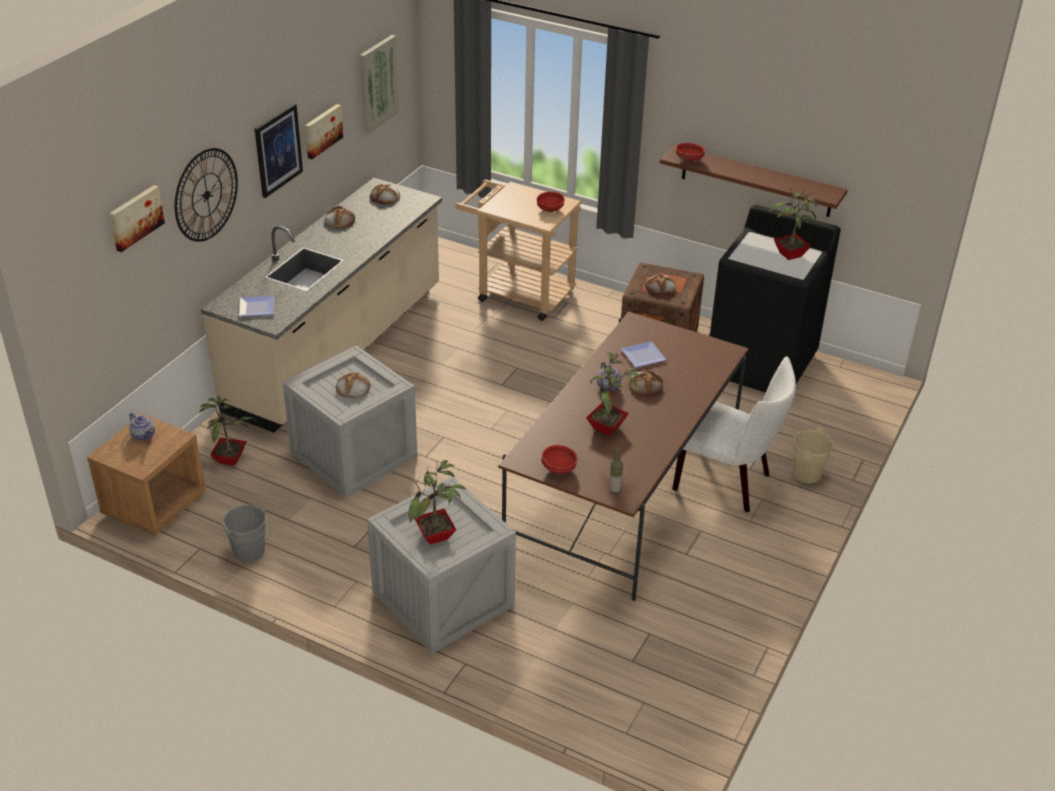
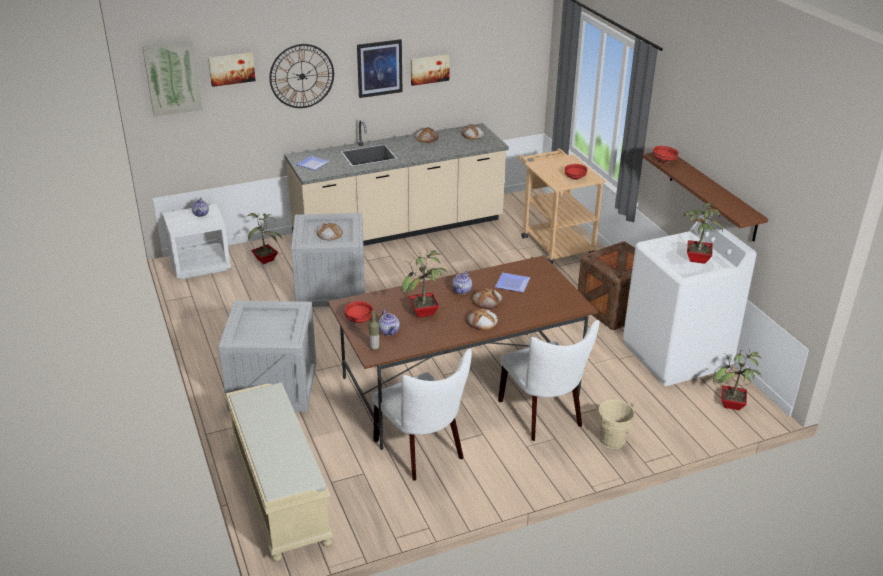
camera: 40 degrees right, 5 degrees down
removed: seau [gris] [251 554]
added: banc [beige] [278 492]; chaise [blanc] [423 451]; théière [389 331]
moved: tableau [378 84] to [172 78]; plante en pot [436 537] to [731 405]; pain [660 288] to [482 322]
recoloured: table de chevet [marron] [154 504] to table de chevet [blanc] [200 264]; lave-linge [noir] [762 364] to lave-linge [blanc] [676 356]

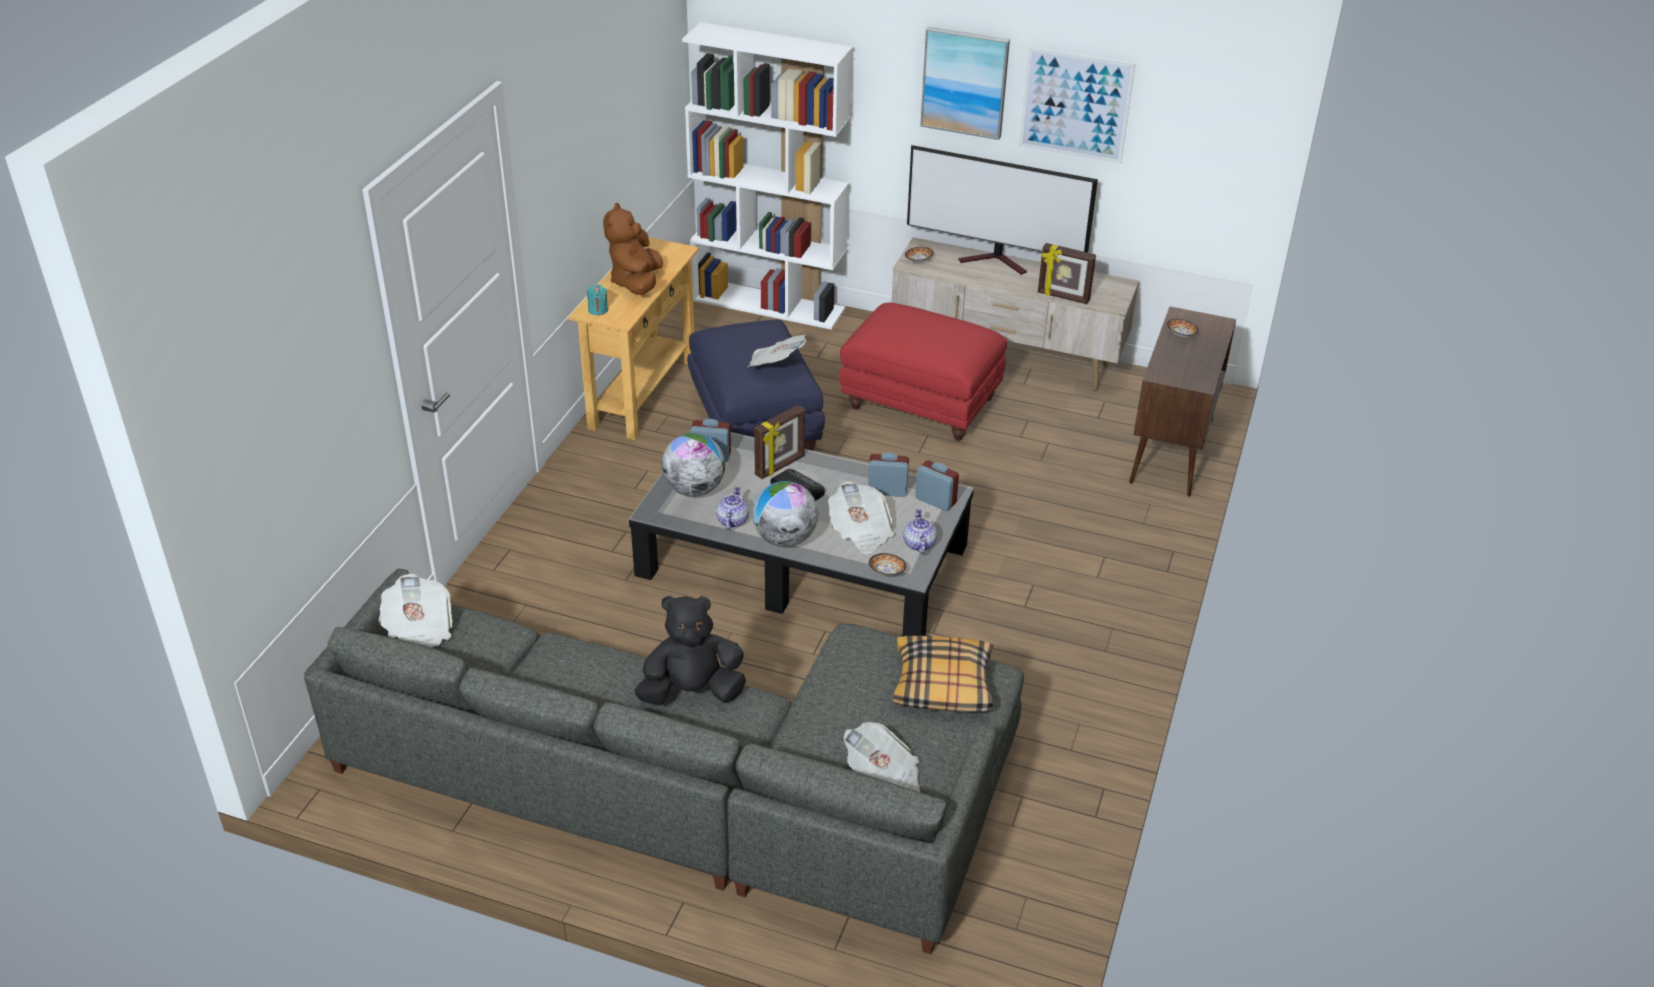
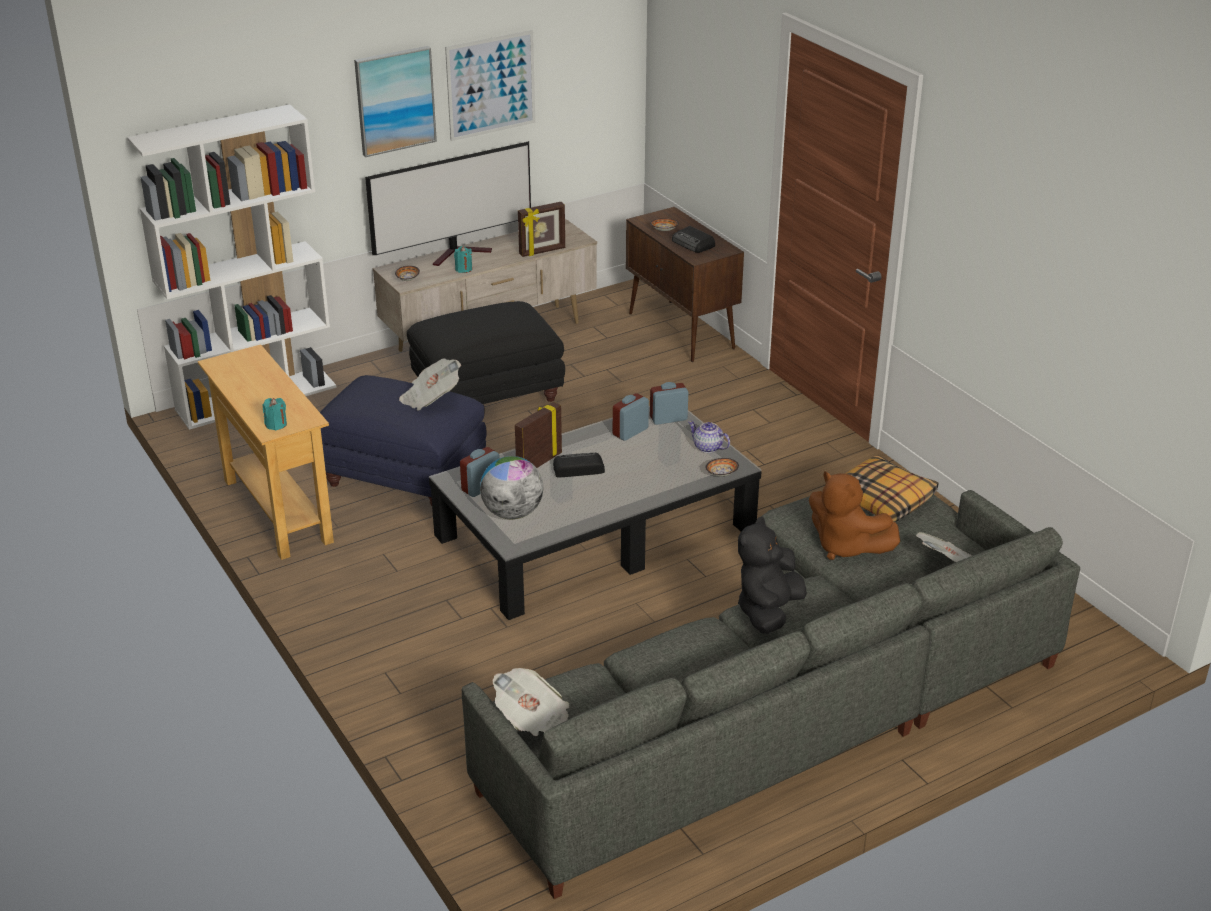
camera: 50 degrees left, 5 degrees down
removed: théière [732 521]; globe [785 539]; journal [860 532]
added: bougie [turquoise] [463 269]; radio [693 244]
moved: peluche [marron] [636 283] to [845 546]
recoloured: pouf [rouge] [919 403] to pouf [noir] [486 396]
turned: cadre photo [780 466] = [538 462] 135 degrees counterclockwise

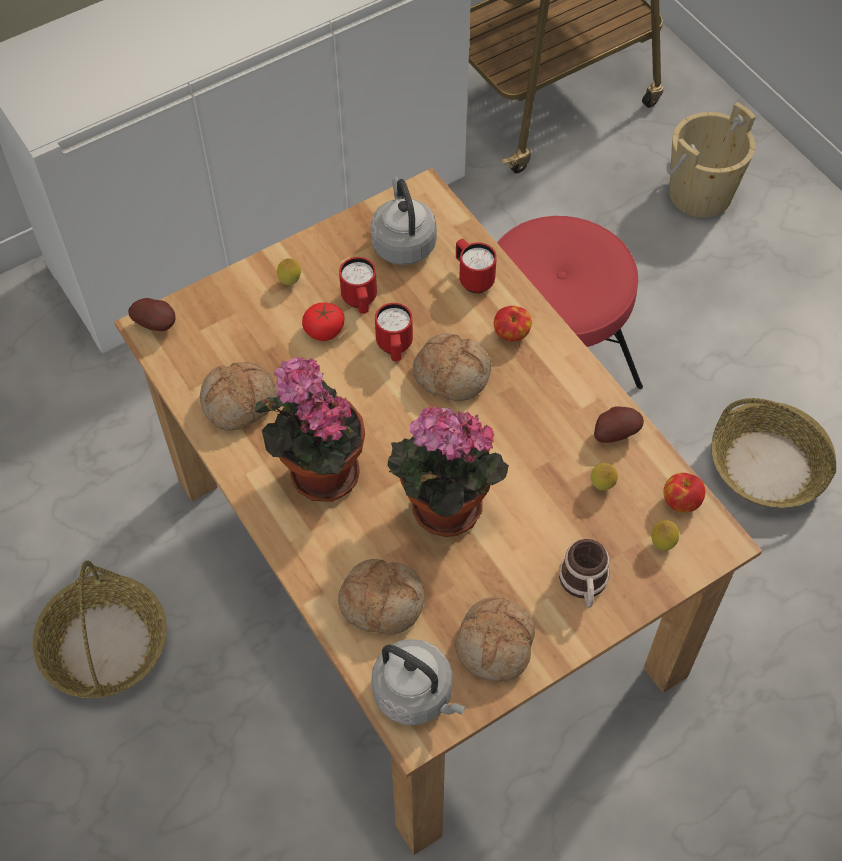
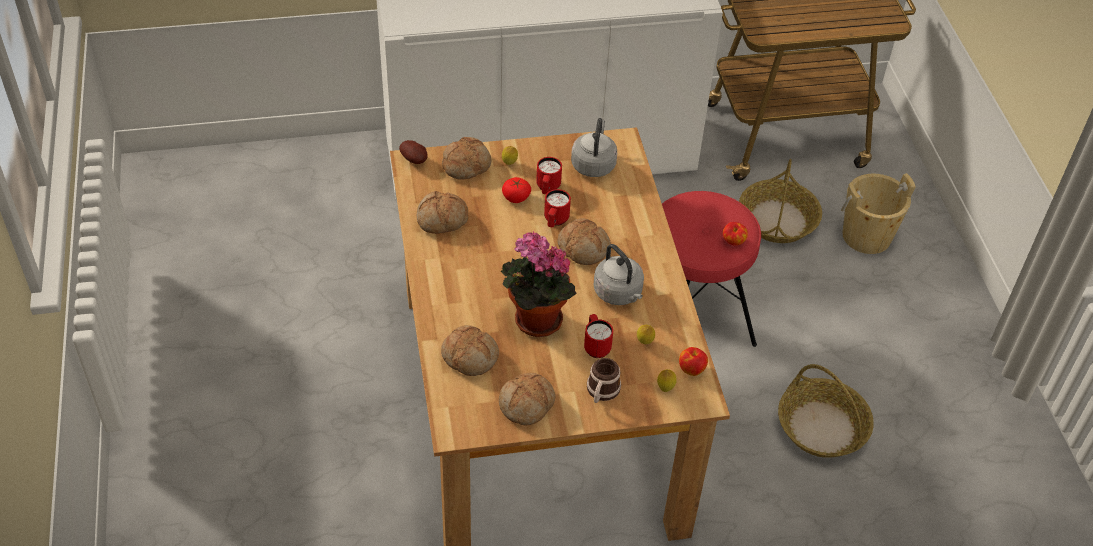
camera: 20 degrees right, 10 degrees down
removed: plante en pot [318 472]; pomme de terre [614 432]
added: pain [466 164]
moved: panier [104 644] to [777 220]; bouilloire [gris] [416 694] to [619 293]; mug [rouge] [473 278] to [596 346]; pomme [511 334] to [733 242]

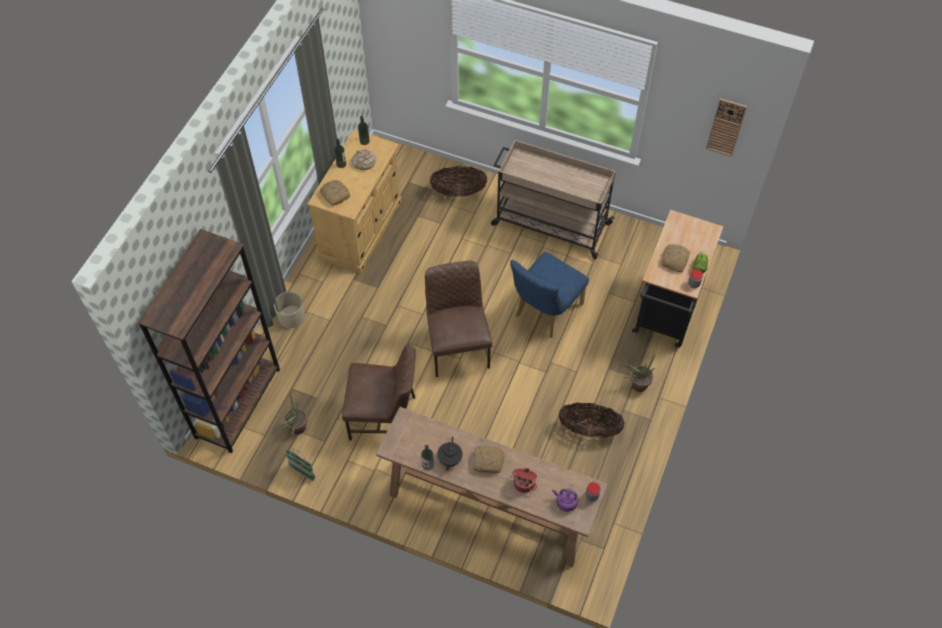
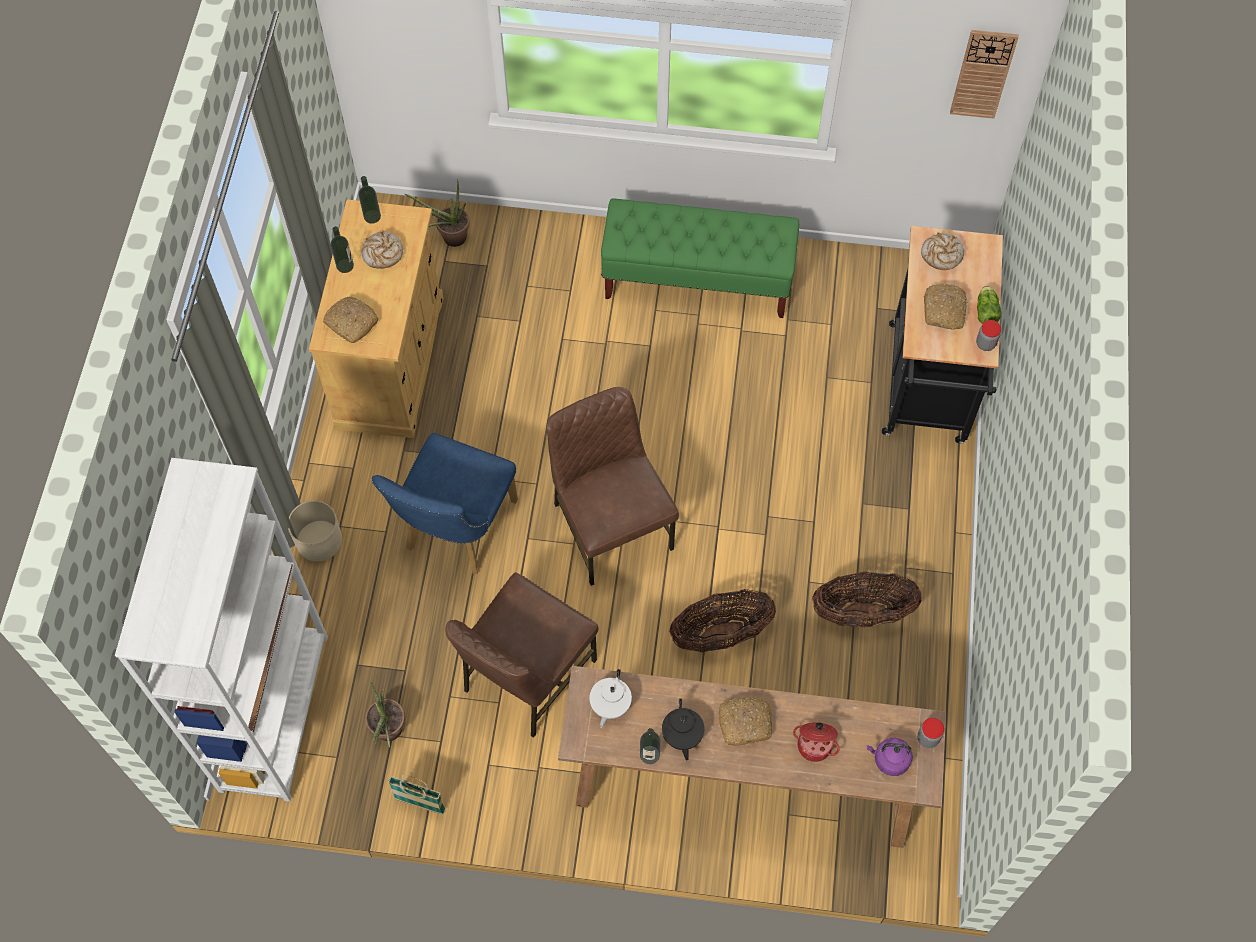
camera: 15 degrees left, 5 degrees up
added: théière [blanc] [610 705]; pain [941 255]
moved: panier [458 192] to [721 633]; chaise [bleu] [544 312] to [455 531]; plante en pot [635 385] to [449 238]
replaced: chariot [beige] [549 224] to banc [vert] [698 281]
recoloured: bibliothèque [marron] [238 403] to bibliothèque [blanc] [274 712]
turned: chaise [marron] [384 417] = [527 675] 135 degrees clockwise

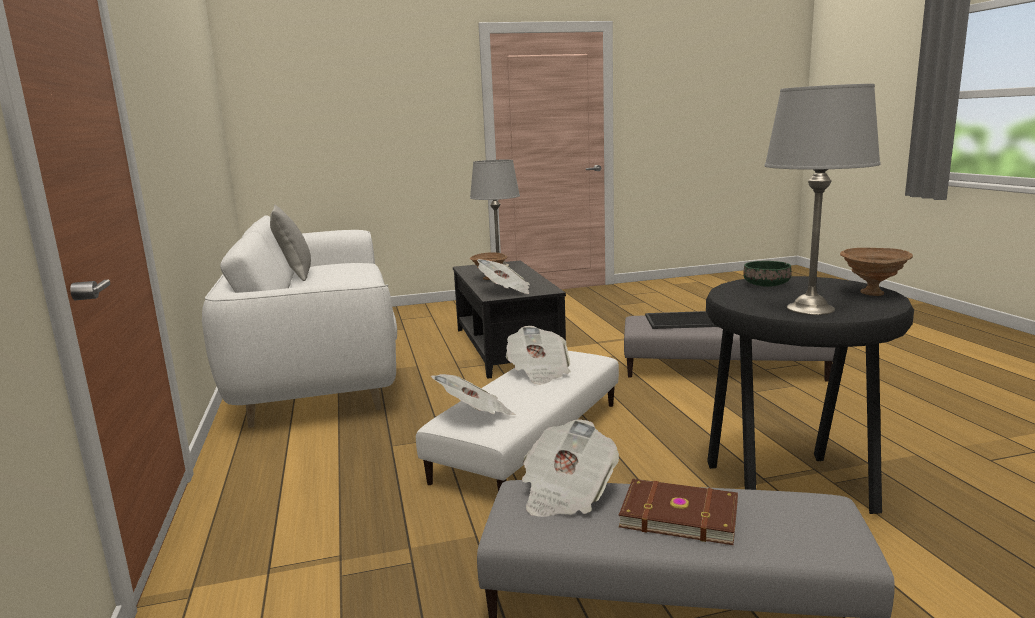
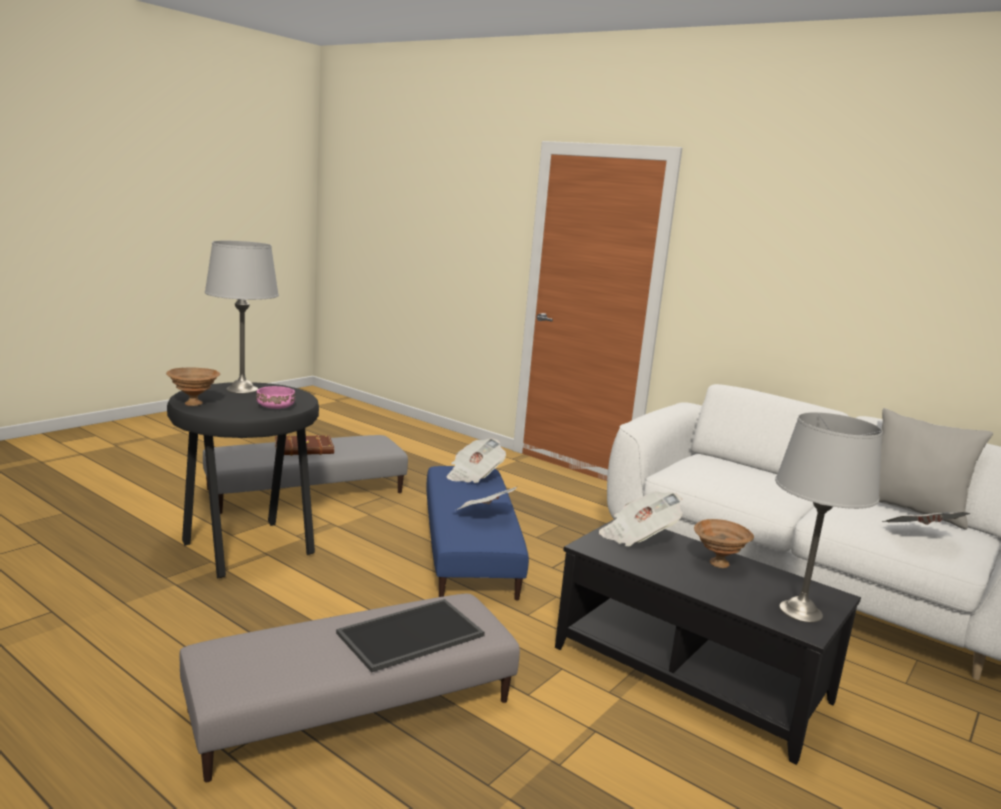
camera: 140 degrees right, 0 degrees up
moved: journal [566 493] to [919 536]
recoloured: pouf [blanc] [529 440] to pouf [bleu] [469 548]; bol [vert] [765 285] to bol [rose] [276 407]

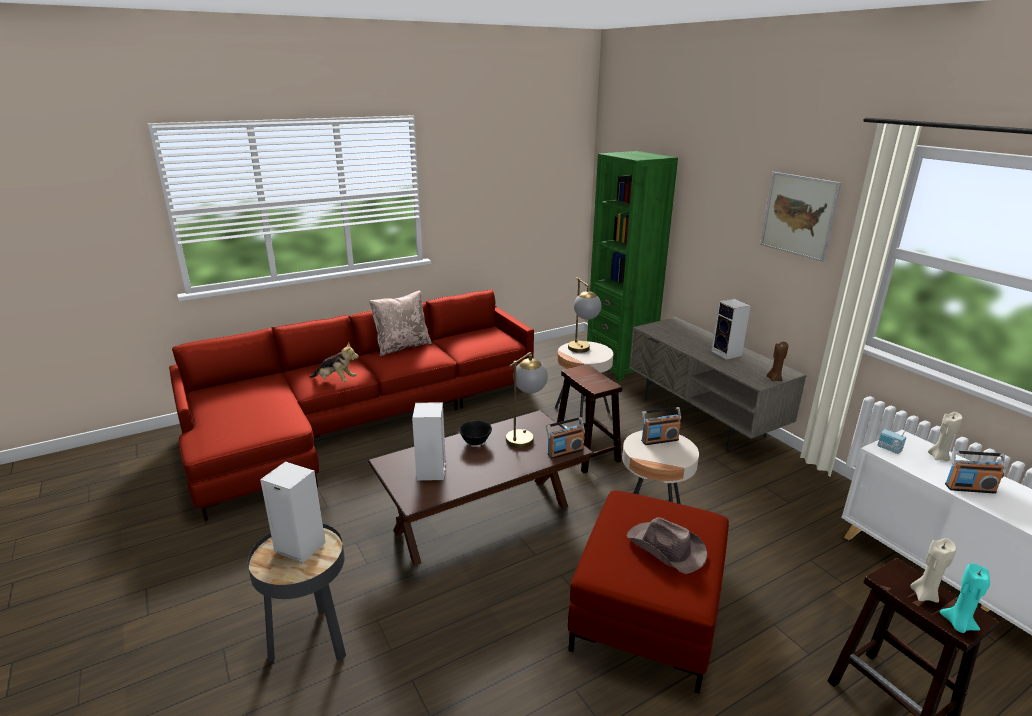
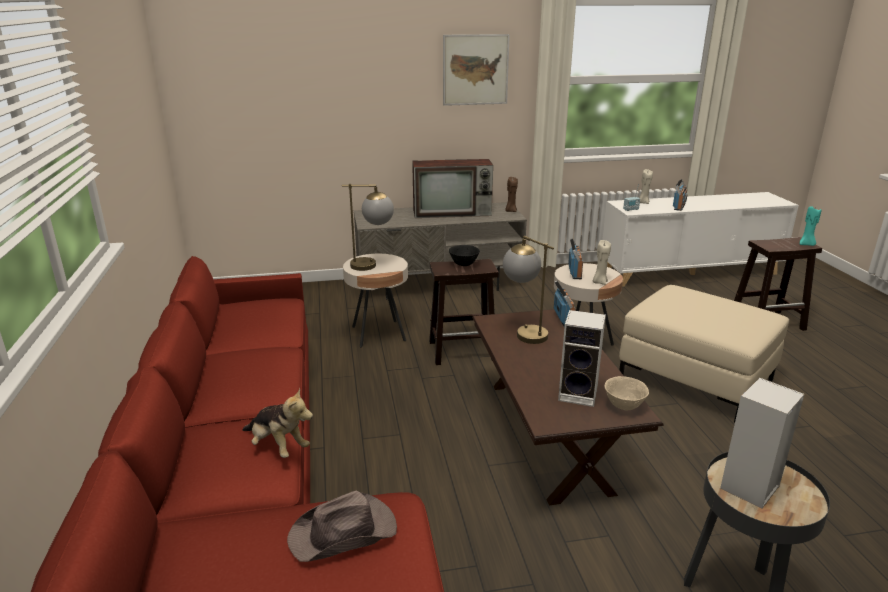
camera: 70 degrees left, 0 degrees up
removed: coussin [beige] [402 346]; bibliothèque [vert] [619 366]
added: bol [beige] [624 406]
moved: bol [noir] [476 442] to [464 264]; chapeau [marron] [666 548] to [344 533]; bougie [beige] [924 595] to [599 282]
replaced: enceinte [727 354] to téléviseur [453 212]
recoloured: pouf [rouge] [647 615] to pouf [beige] [696 378]
turned: peluche [335 381] = [278 446] 90 degrees clockwise

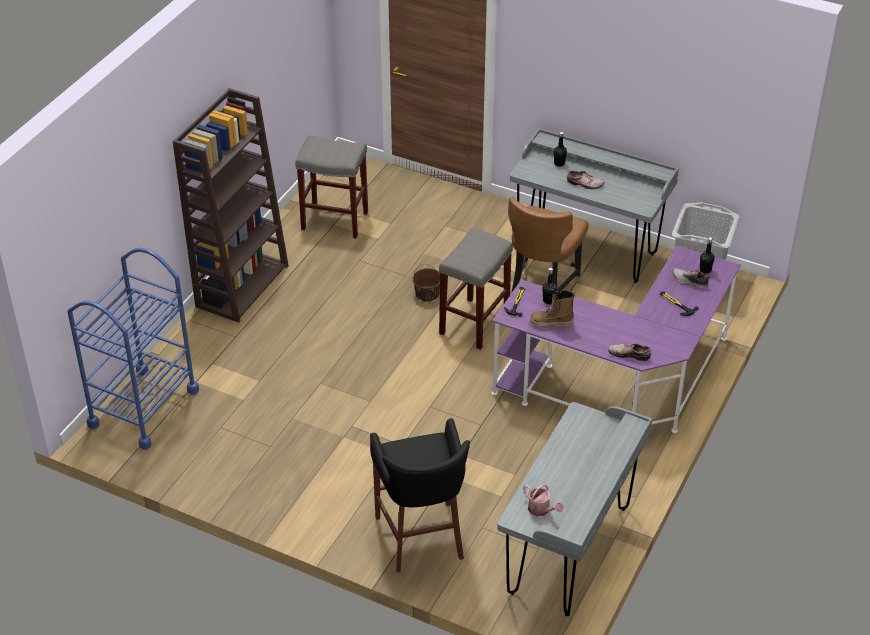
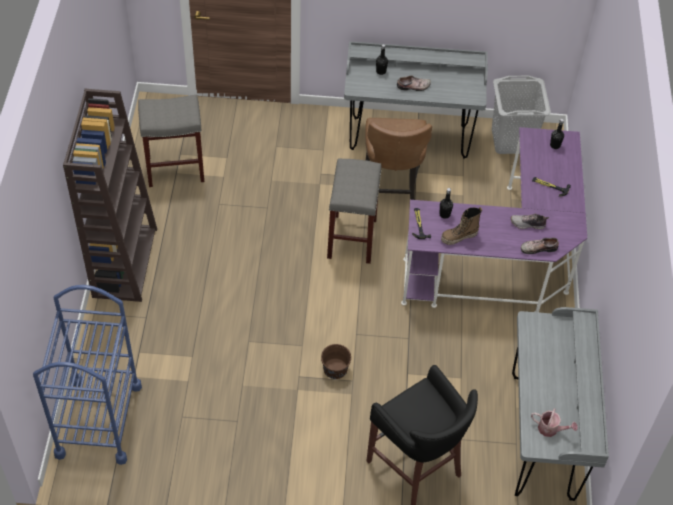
camera: 25 degrees left, 10 degrees up
moved: seau [marron] [427 294] to [335 369]; chaussure [690 282] to [528 224]

